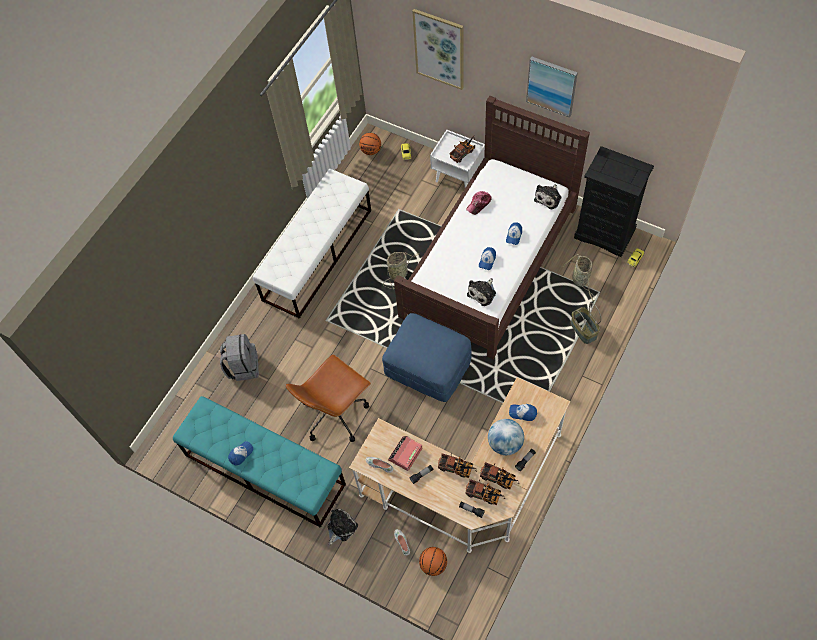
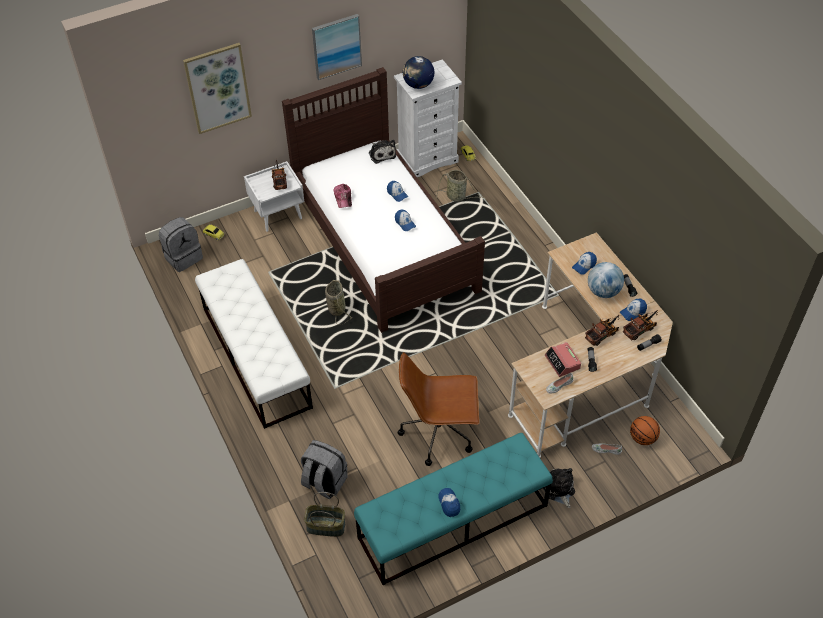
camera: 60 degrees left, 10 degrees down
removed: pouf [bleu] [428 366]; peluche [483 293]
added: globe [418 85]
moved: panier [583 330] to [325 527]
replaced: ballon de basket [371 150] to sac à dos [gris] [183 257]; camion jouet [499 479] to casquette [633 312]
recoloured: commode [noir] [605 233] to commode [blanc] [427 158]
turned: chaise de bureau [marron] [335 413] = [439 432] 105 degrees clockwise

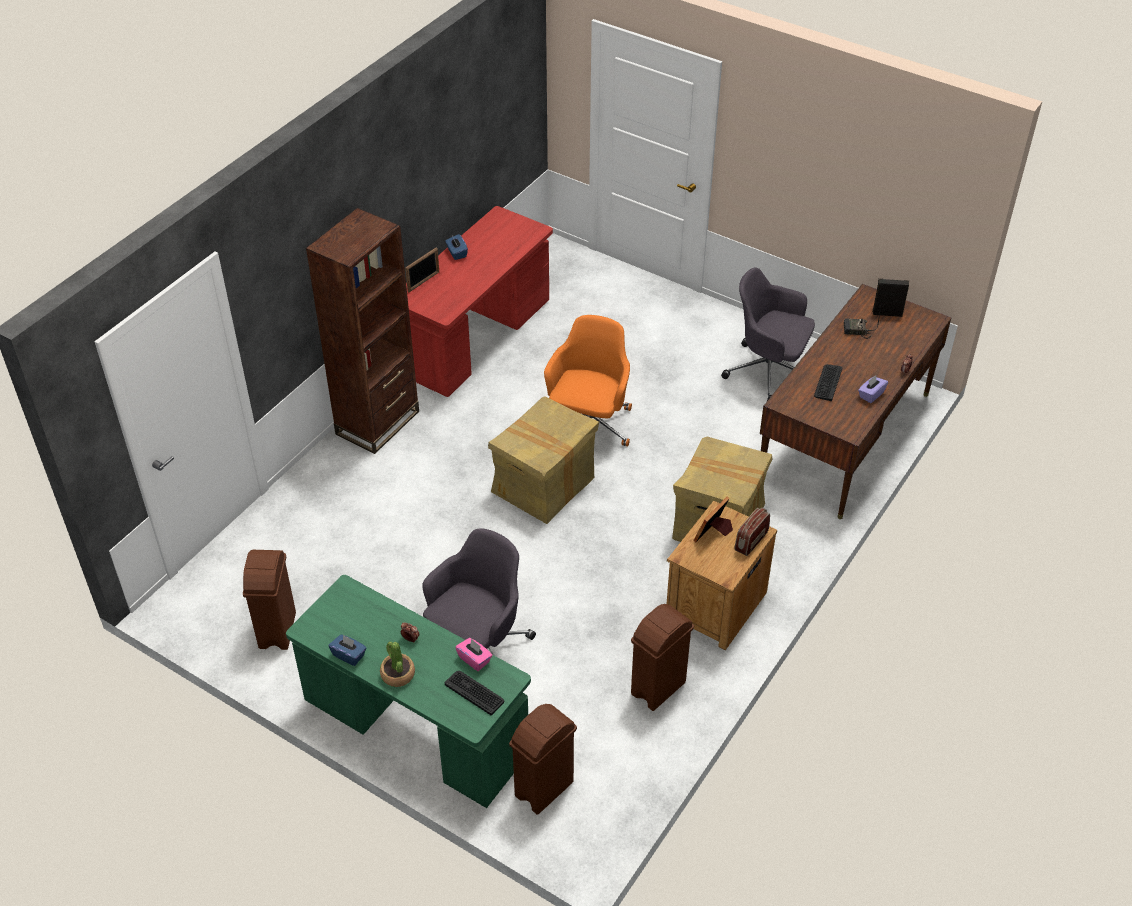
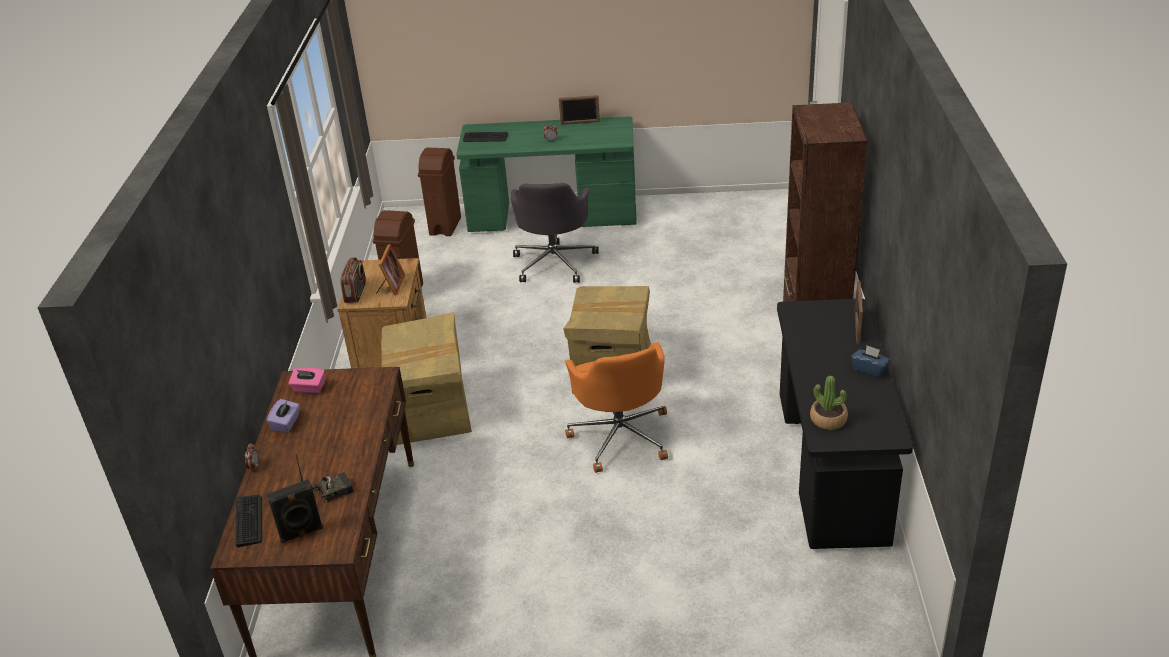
camera: 150 degrees right, 10 degrees down
removed: poubelle [marron] [277 631]; chaise de bureau [gris] [768 372]
moved: plante en pot [397 674] to [828 420]; boîte à mouchoirs [rose] [474 659] to [309 388]; clavier [828 382] to [249 521]
replaced: boîte à mouchoirs [bleu] [349 655] to cadre photo [580 123]
recoloured: bureau [rouge] [476 338] to bureau [noir] [831 466]

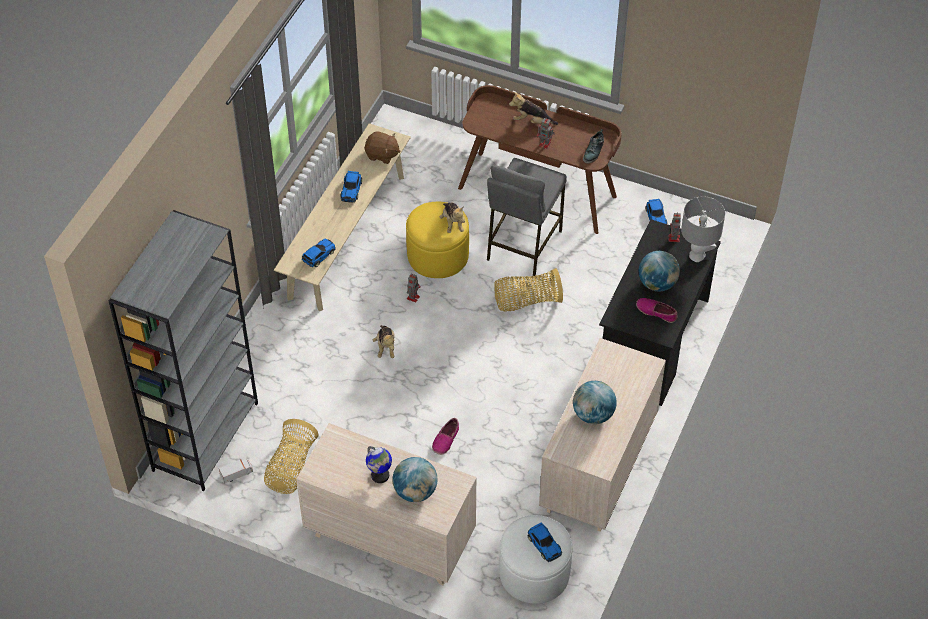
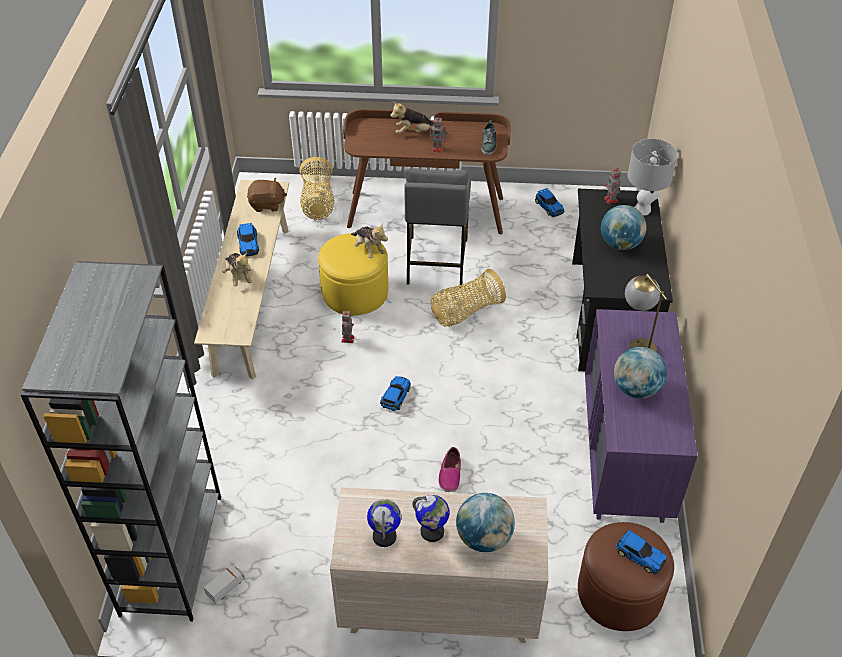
camera: 20 degrees left, 5 degrees down
removed: chaussure [656 312]
added: globe [384 536]; lampe de table [636 344]
moved: panier [291 468] to [317 202]; petite voiture [318 256] to [395 397]; peluche [385 347] to [238 276]
recoloured: pouf [blanc] [534 573] to pouf [marron] [619 593]; commode [beige] [598 469] to commode [violet] [625 456]

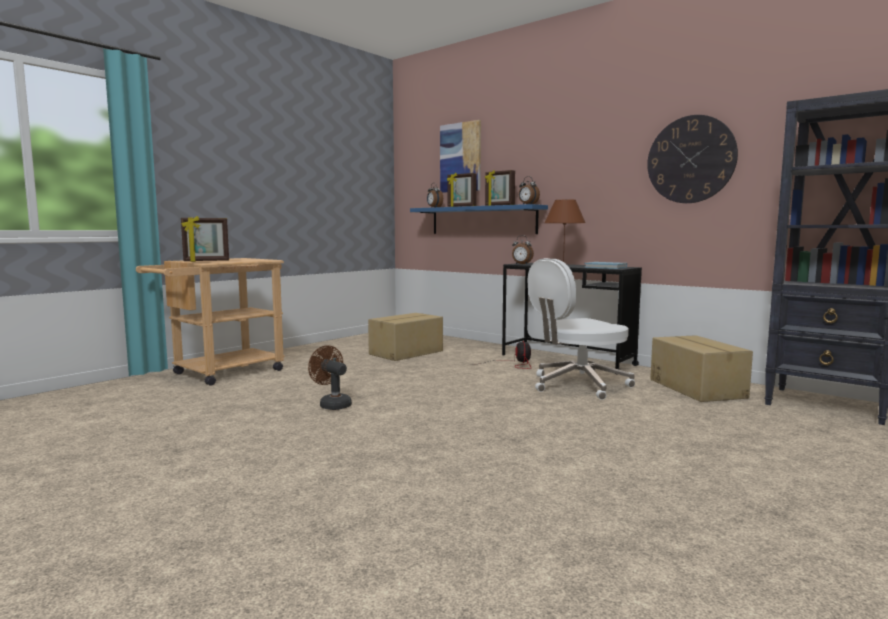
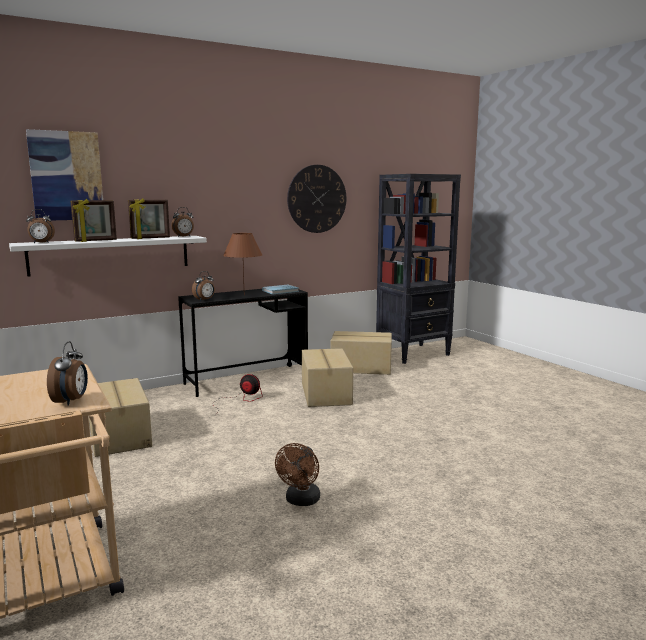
camera: 70 degrees left, 5 degrees up
replaced: cadre photo [206 261] to réveil [71 401]; chaise de bureau [blanc] [578 385] to carton [325 394]
recoloured: étagère [bleu] [482 220] to étagère [blanc] [111 255]
turned: ventilateur [marron] [332 404] = [301 501] 45 degrees counterclockwise

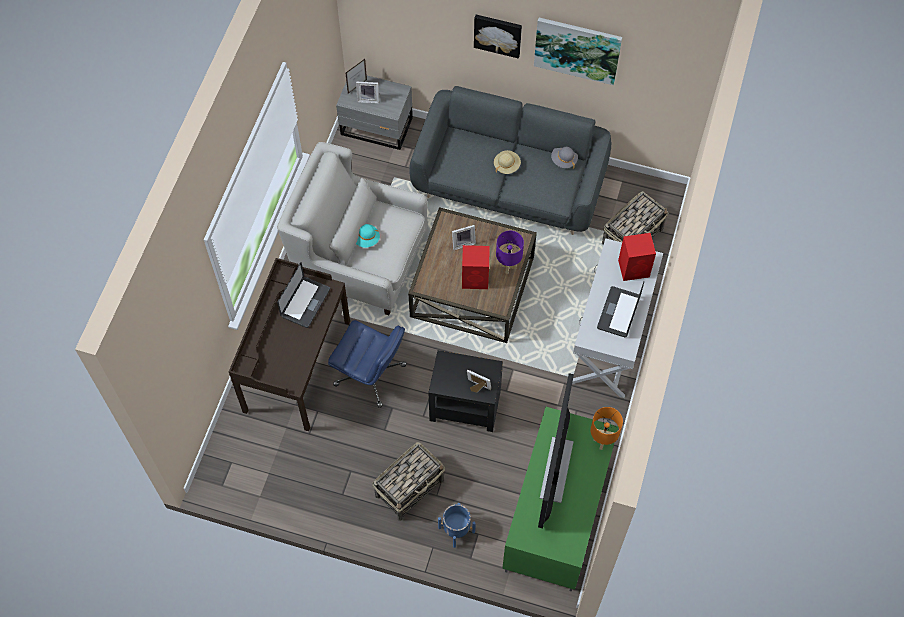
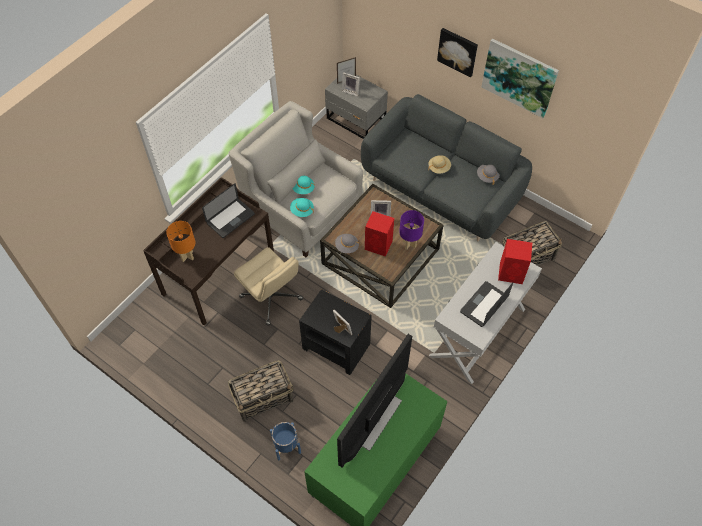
camera: 20 degrees right, 5 degrees down
added: chapeau [turquoise] [302 211]; chapeau [gris] [347 247]
moved: lampe de table [orange] [602 441] to [187 256]
recoloured: chaise de bureau [bleu] [371 375] to chaise de bureau [beige] [272 298]

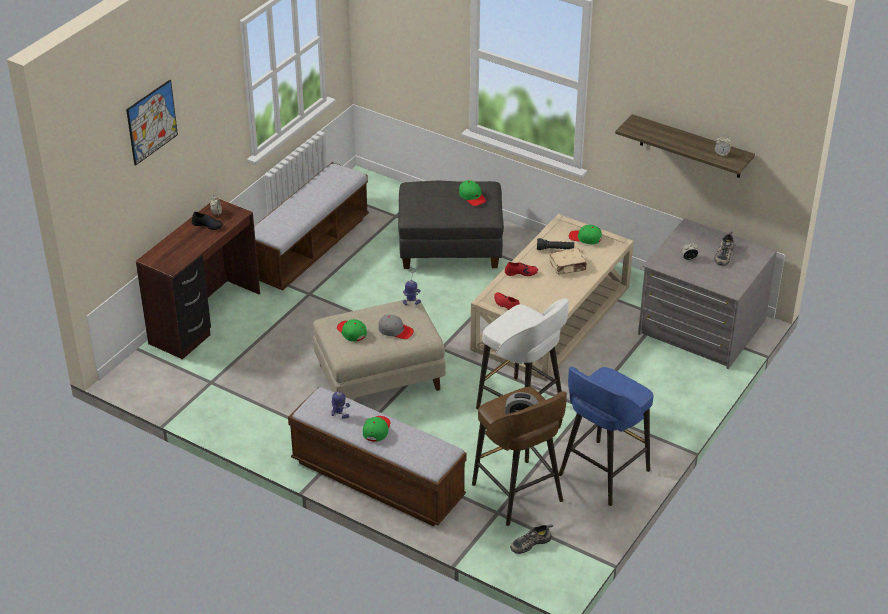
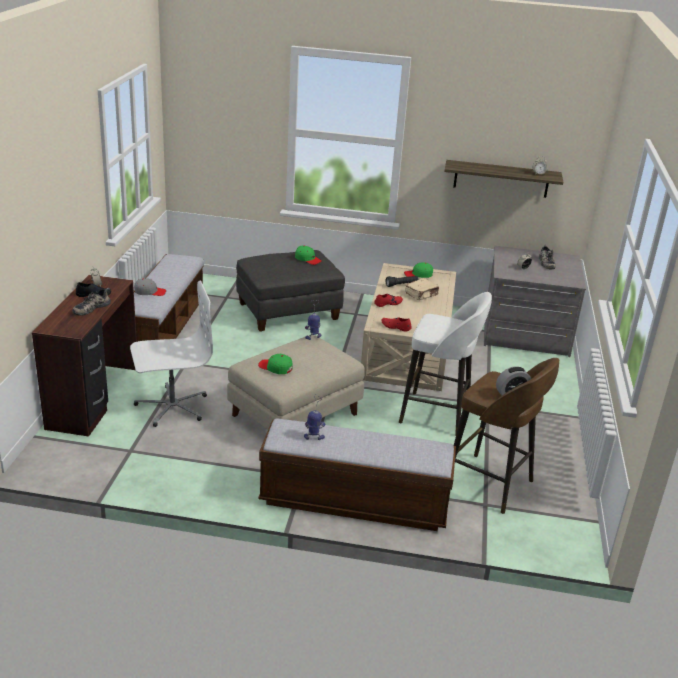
camera: 25 degrees left, 10 degrees down
removed: tableau [152 122]; casquette [vert] [376 430]; tabouret [bleu] [601 474]
added: chaise de bureau [blanc] [172 406]
moved: casquette [gris] [395 330] to [150 292]; chaussure [530 542] to [91 307]

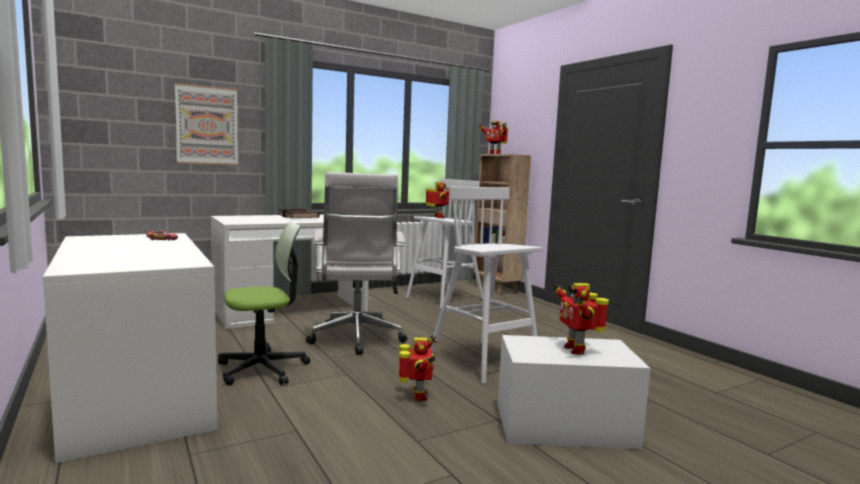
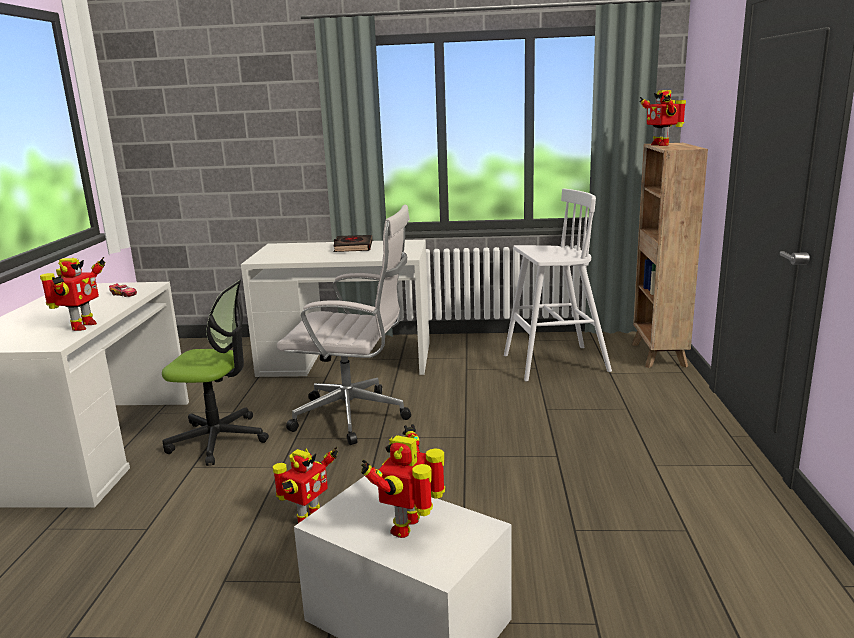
camera: 35 degrees right, 10 degrees up
removed: tableau [207 125]; tabouret [blanc] [484 361]
moved: robot jouet [438 217] to [81 326]
turned: chaise de bureau [blanc] [356 340] = [356 417] 105 degrees counterclockwise

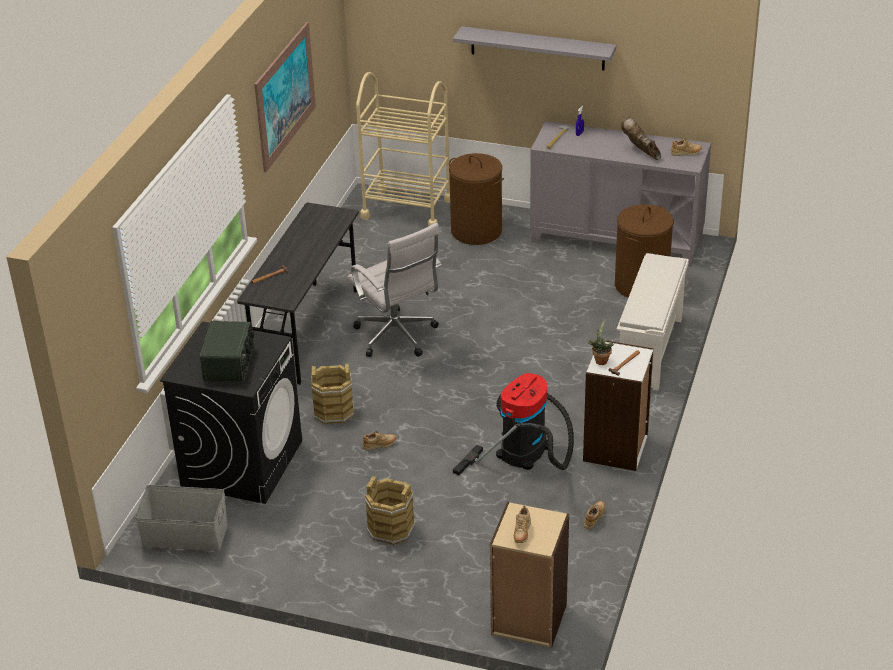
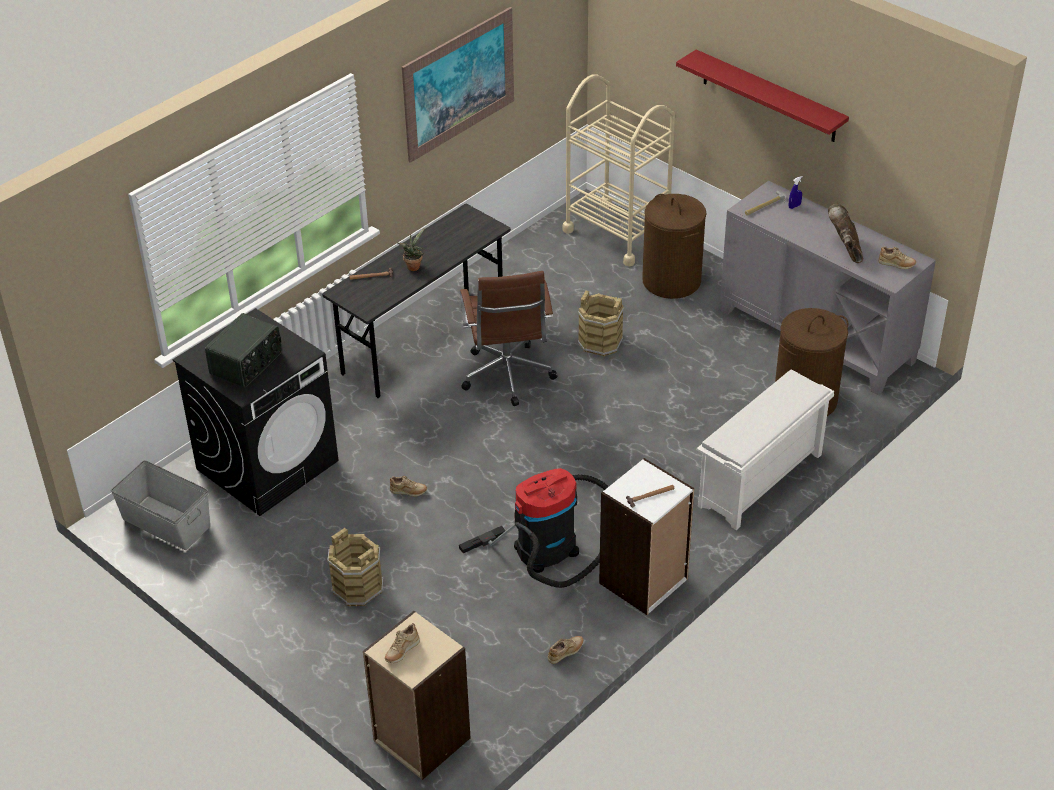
camera: 25 degrees right, 5 degrees up
moved: seau [marron] [334 411] to [600 342]; plante en pot [600 360] to [413 266]
recoloured: chaise de bureau [blanc] [398 337] to chaise de bureau [marron] [508 378]; étagère [gris] [537 48] to étagère [rouge] [769 96]

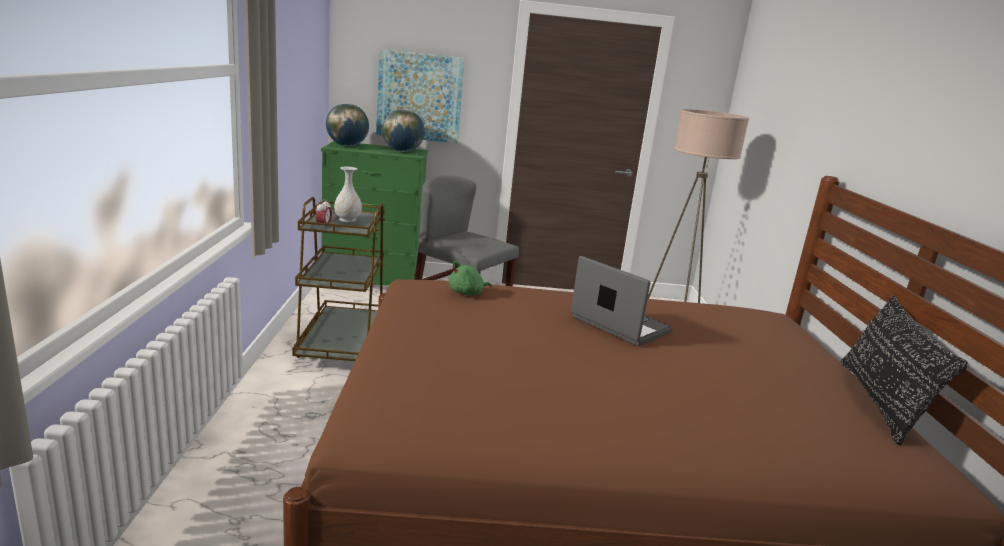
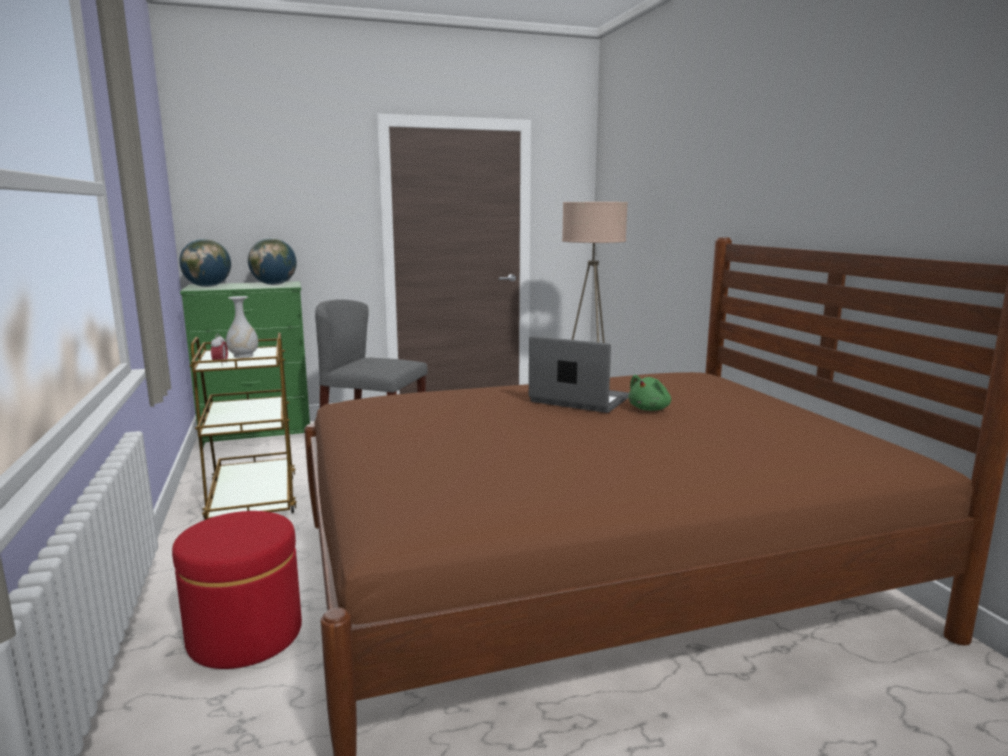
camera: 15 degrees left, 5 degrees down
removed: tableau [419 96]; coussin [noir] [879 402]
added: pouf [rouge] [245 635]
moved: peluche [vert] [467 293] to [650 409]

